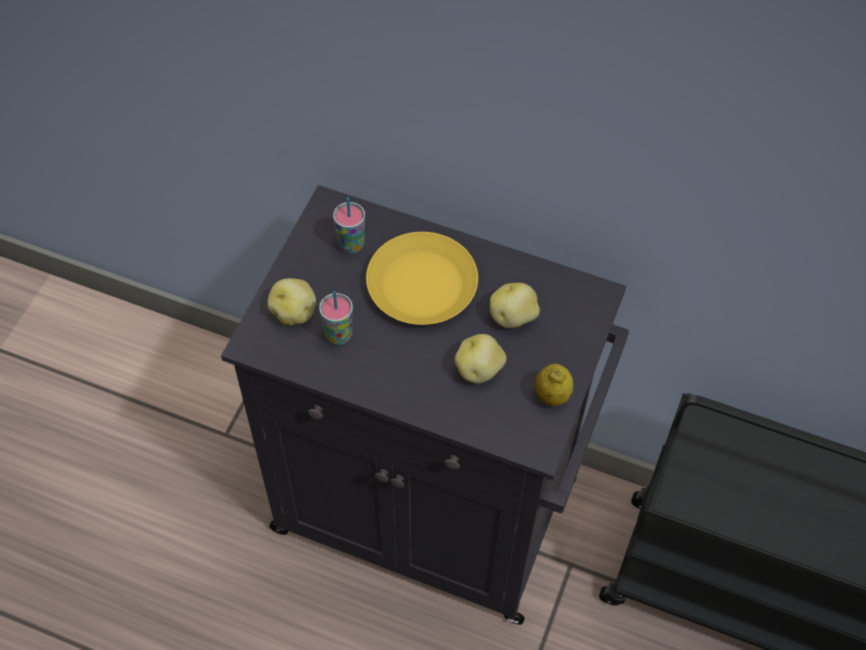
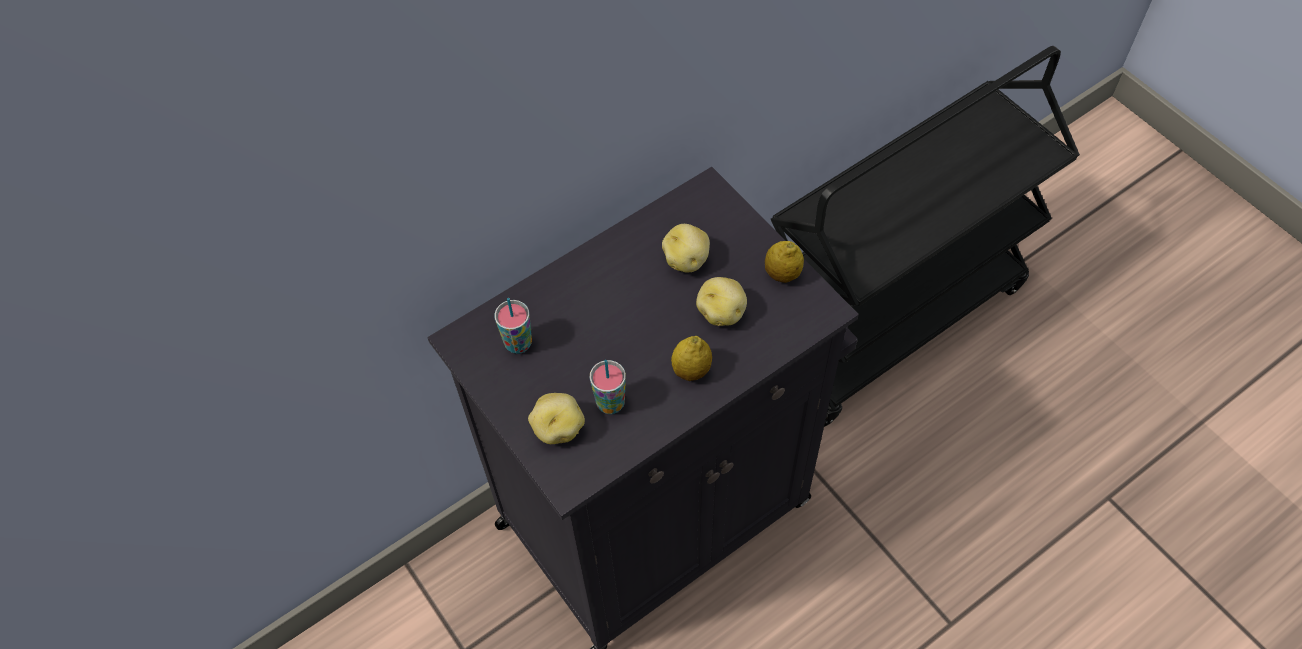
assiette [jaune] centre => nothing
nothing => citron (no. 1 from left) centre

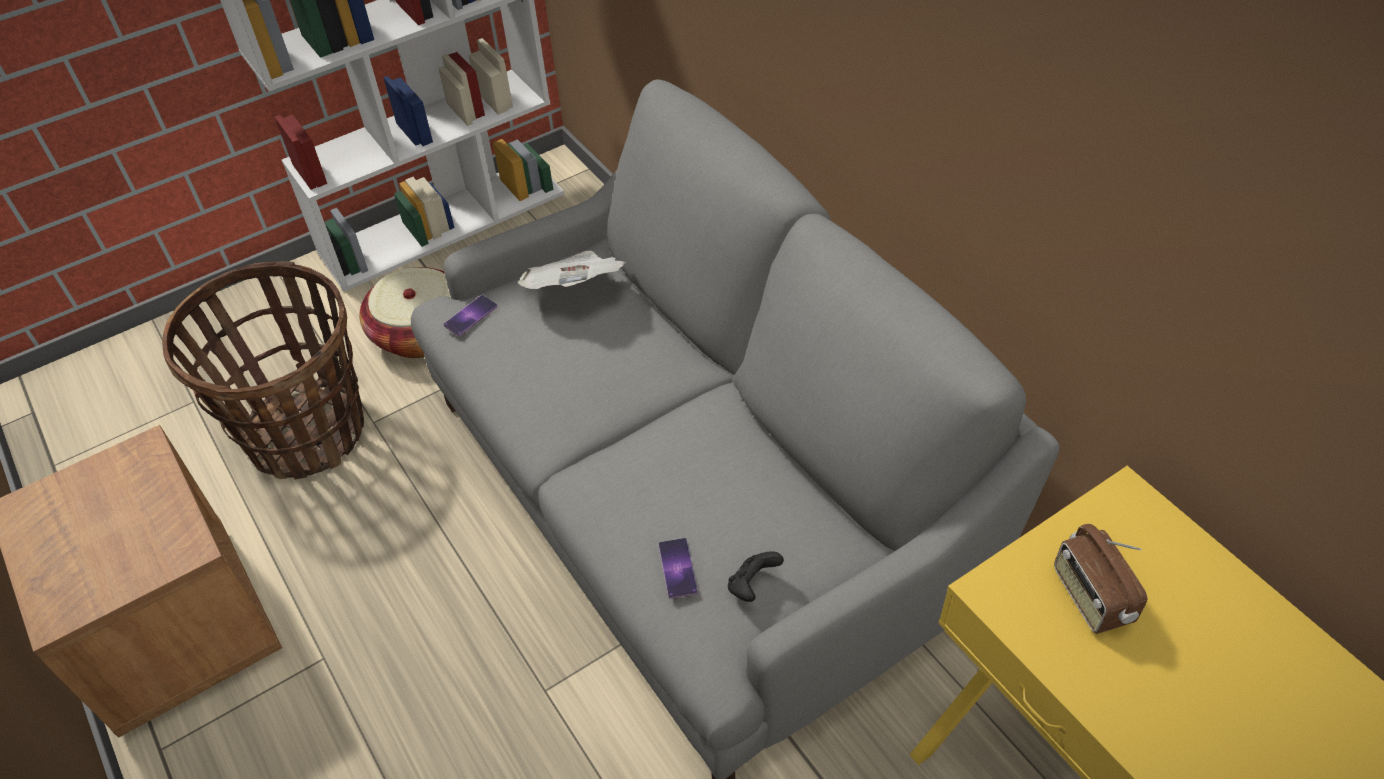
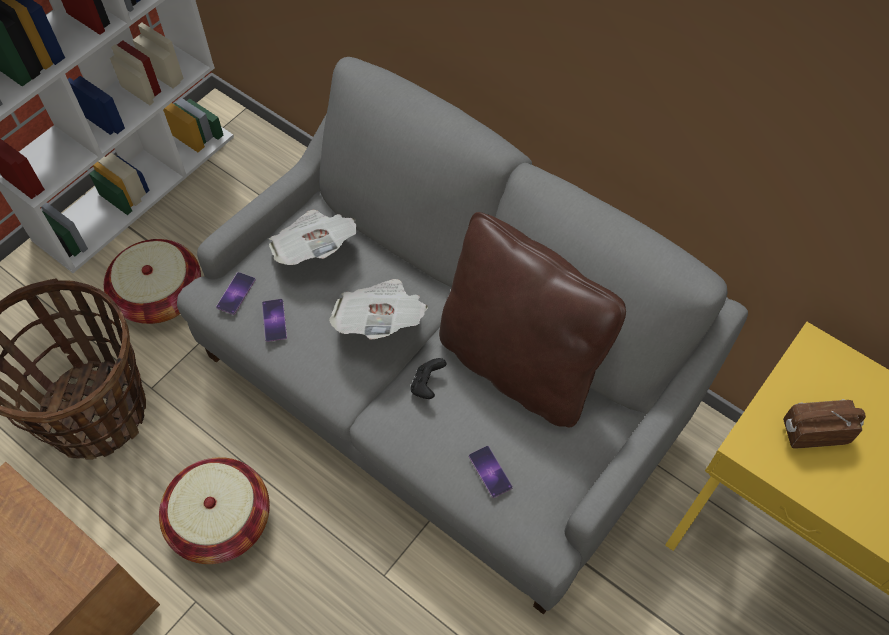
radio bottom right, 120 degrees clockwise
manette [noir] bottom centre => manette [noir] centre, relocated
nothing => coussin [marron] centre
nothing => journal (no. 2 from left) centre
nothing => téléphone (no. 2 from left) middle left
nothing => panier (no. 3 from left) bottom left

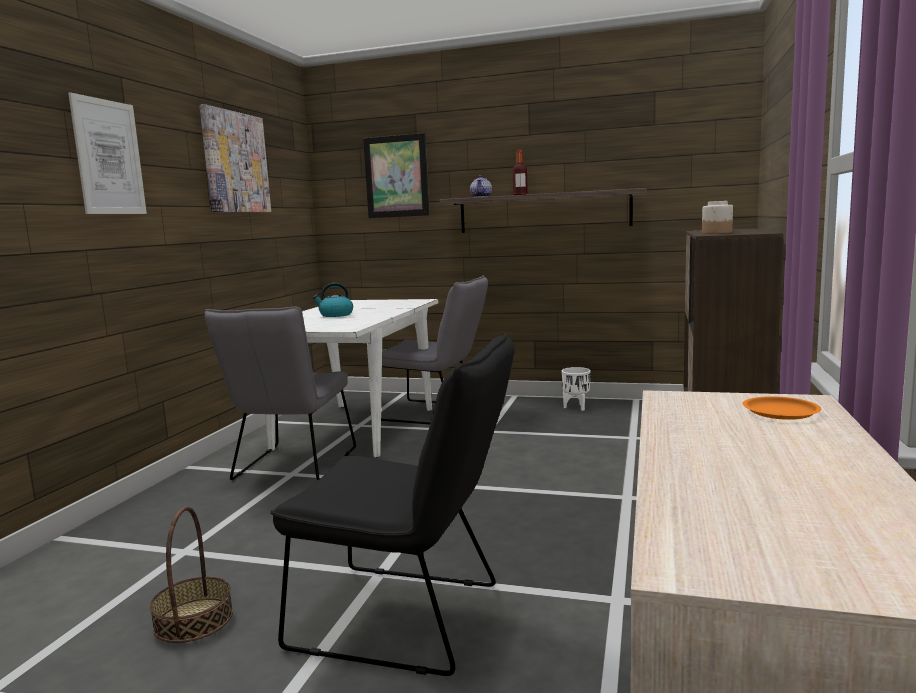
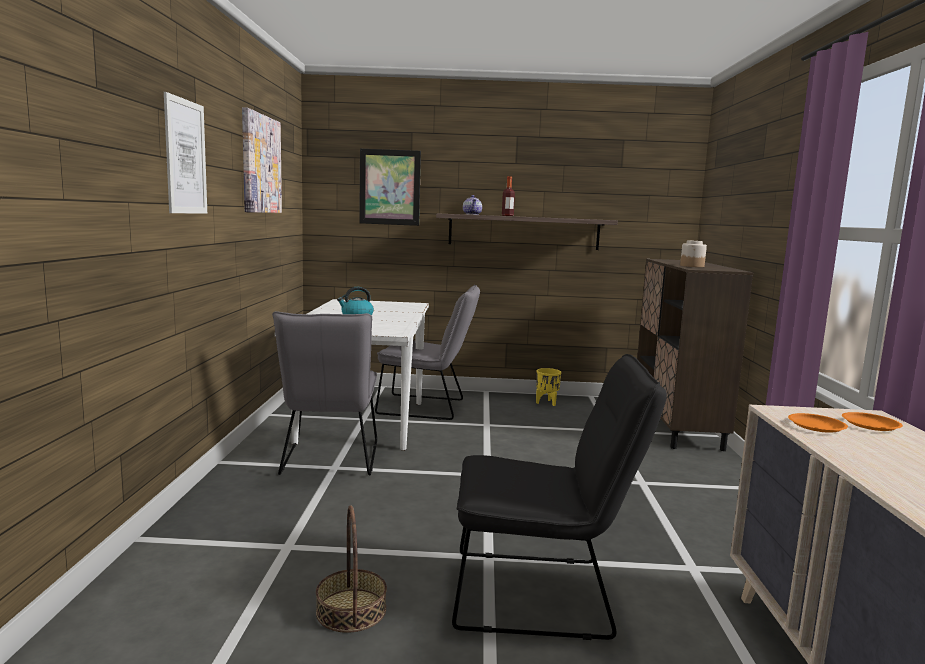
cache-pot [blanc] centre => cache-pot [jaune] centre
nothing => assiette [orange] (no. 1 from left) middle right

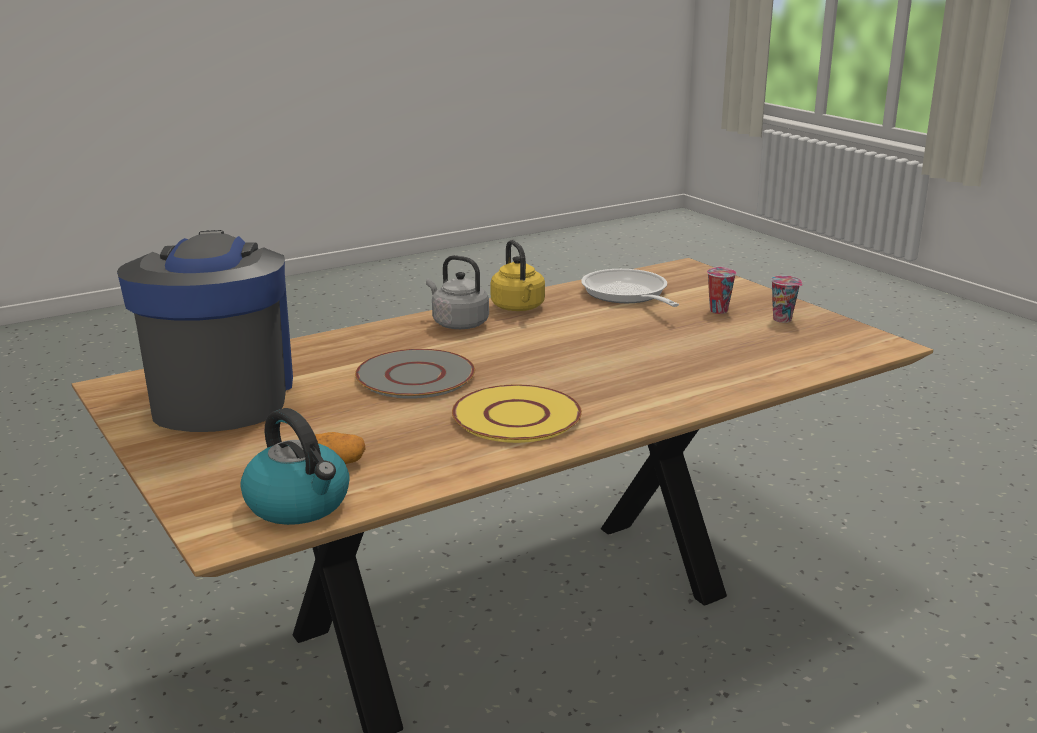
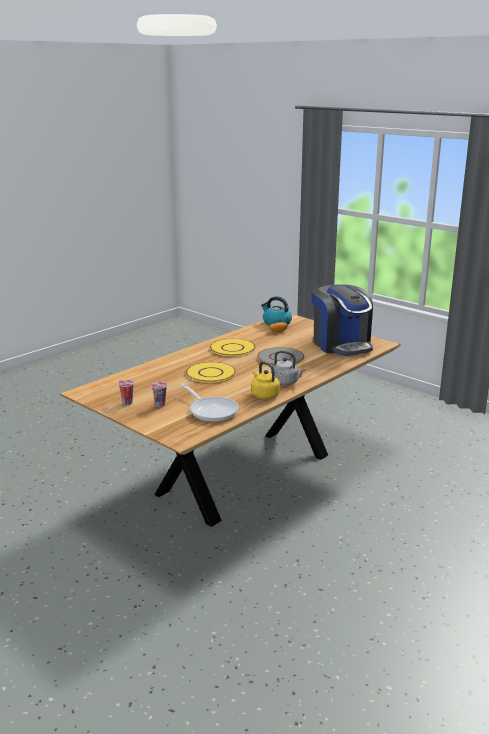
nothing => assiette [jaune] (no. 1 from left) centre

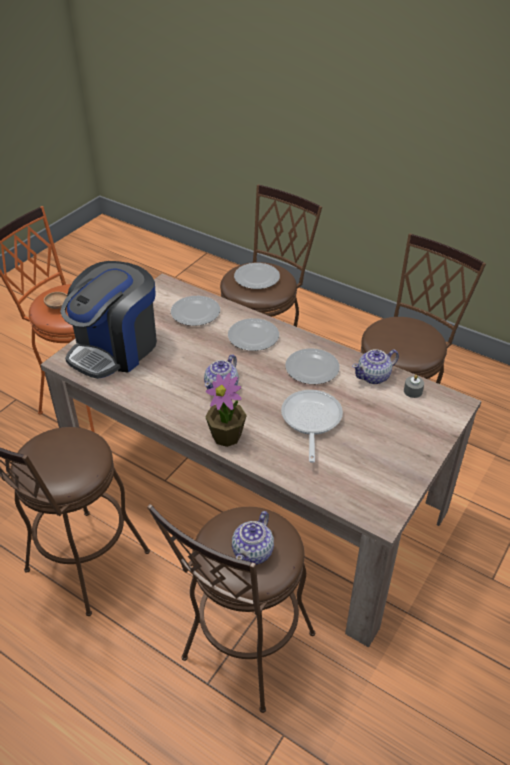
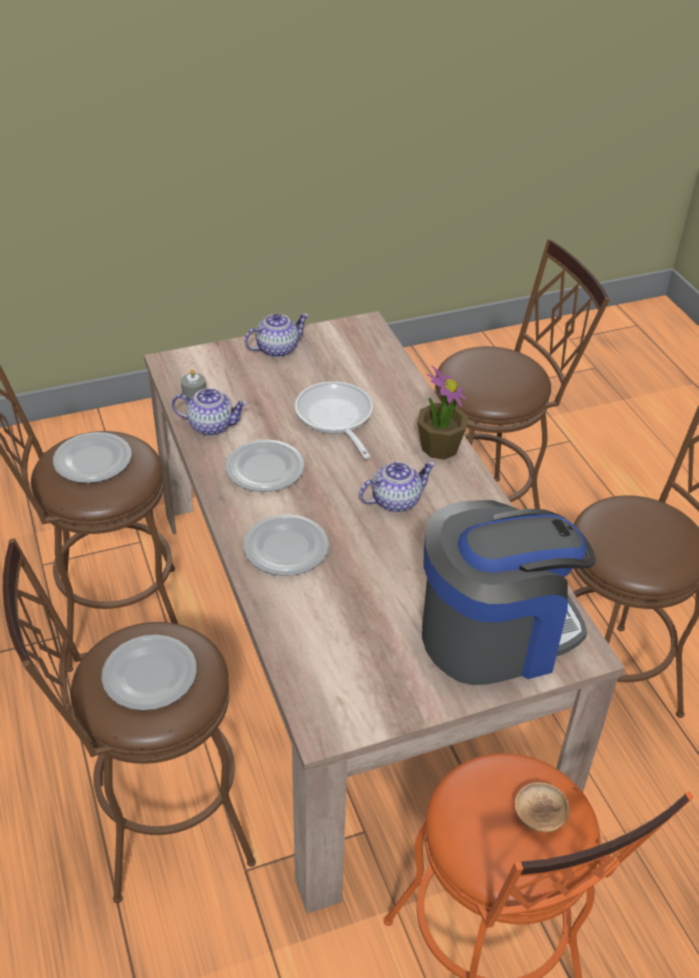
assiette (no. 1 from left) centre => assiette (no. 1 from left) middle left, relocated
poêle centre, 120 degrees clockwise
théière (no. 2 from left) bottom centre => théière (no. 2 from left) centre, relocated

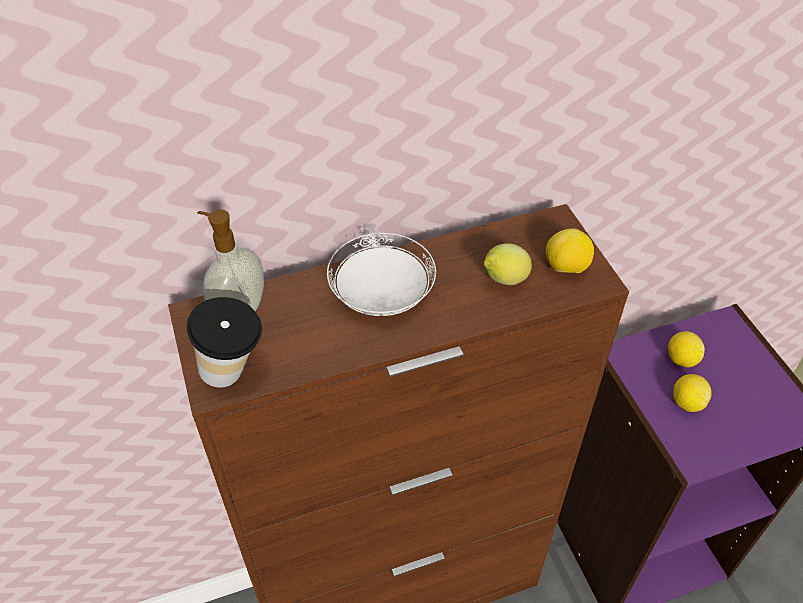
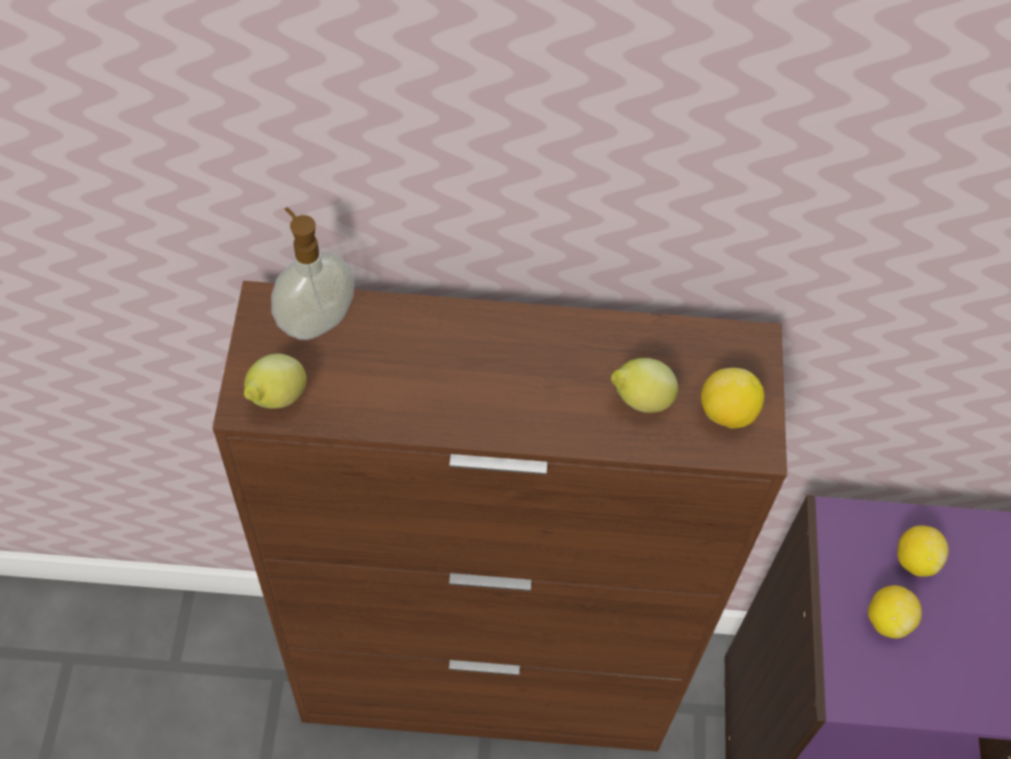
assiette [blanc] centre => nothing
tasse middle left => citron (no. 1 from left) middle left

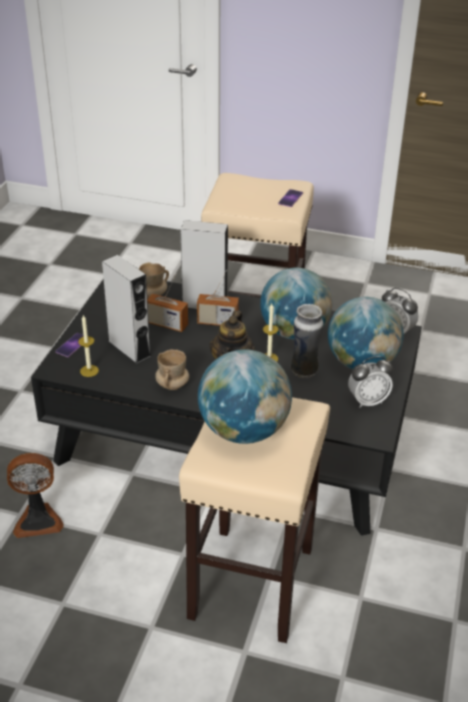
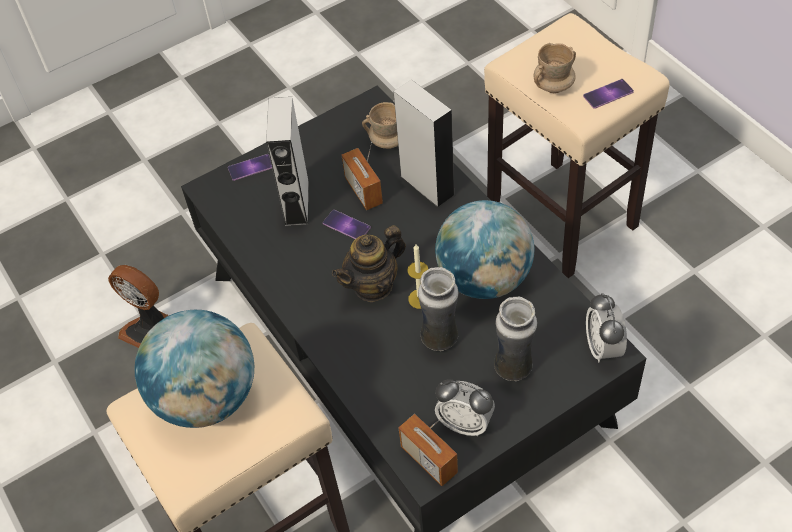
radio (no. 2 from left) centre => radio (no. 2 from left) bottom centre, relocated
globe (no. 3 from left) middle right => vase (no. 2 from left) centre
bougie (no. 1 from left) middle left => nothing
mug [beige] (no. 2 from left) centre => mug [beige] (no. 2 from left) top right, relocated
nothing => téléphone (no. 2 from left) centre

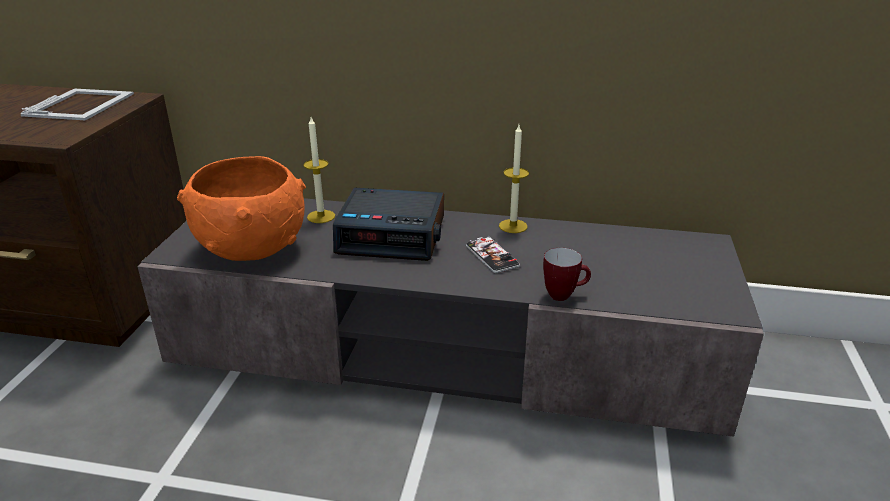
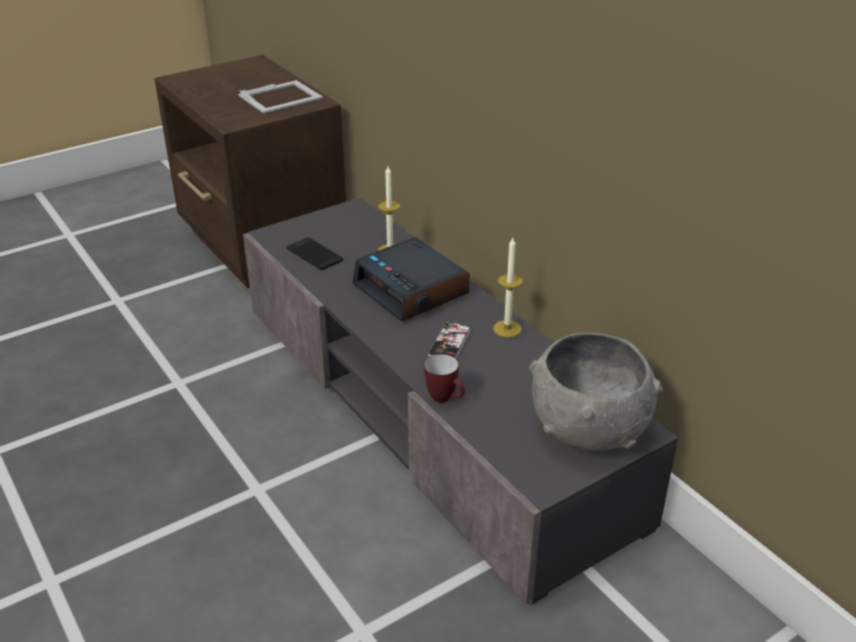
bol [orange] middle left => téléphone (no. 1 from left) centre
nothing => bol [gris] middle right

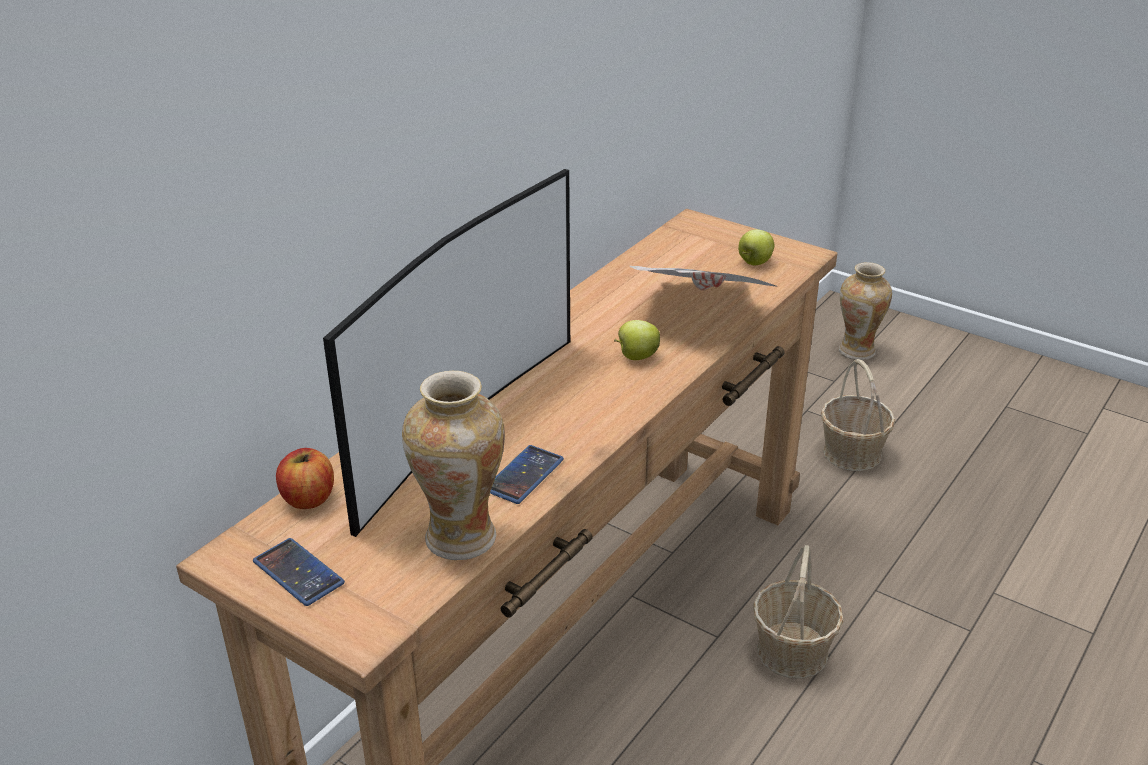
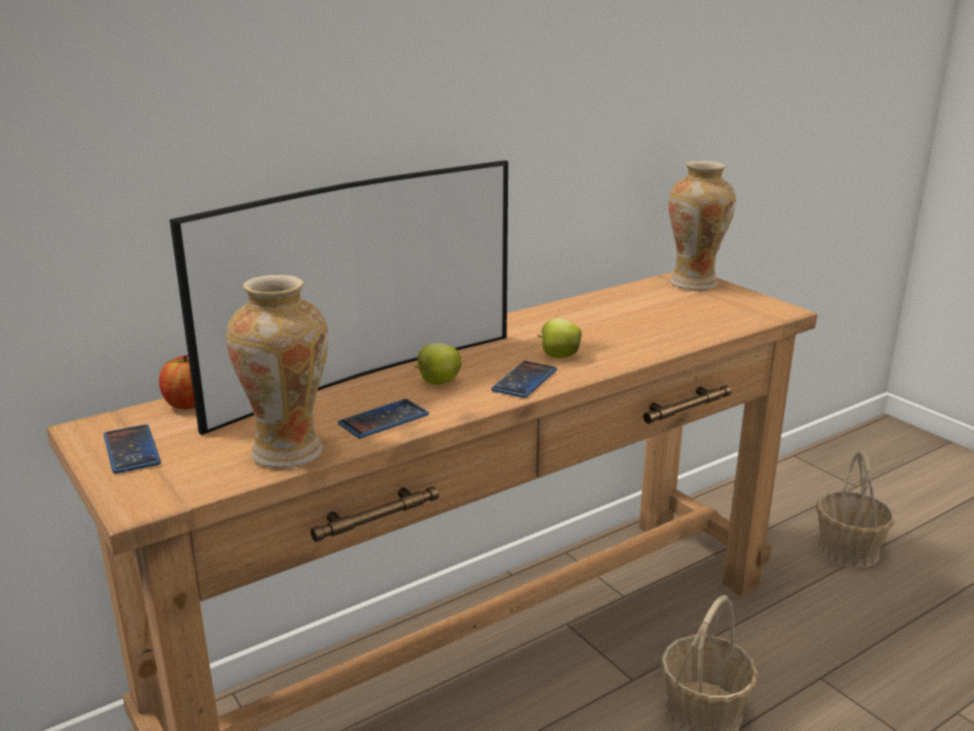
pomme (no. 3 from left in the first image) top centre => pomme (no. 2 from left) centre, relocated
vase (no. 2 from left) middle right => vase (no. 2 from left) top right, relocated
journal centre => nothing
nothing => téléphone (no. 3 from left) centre

